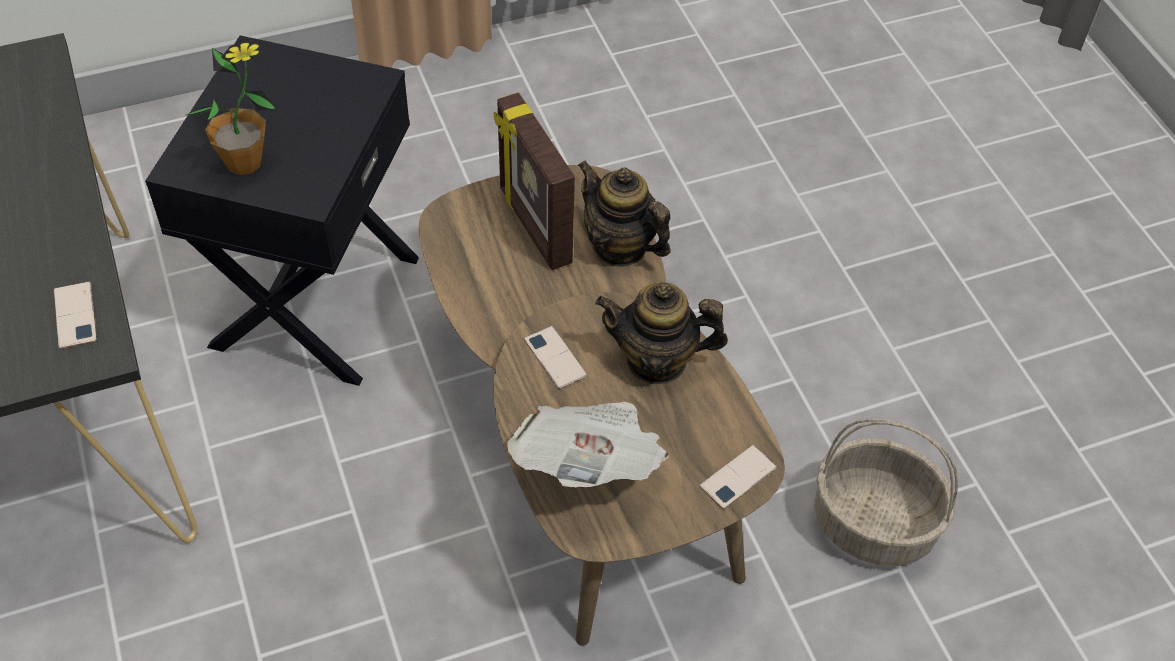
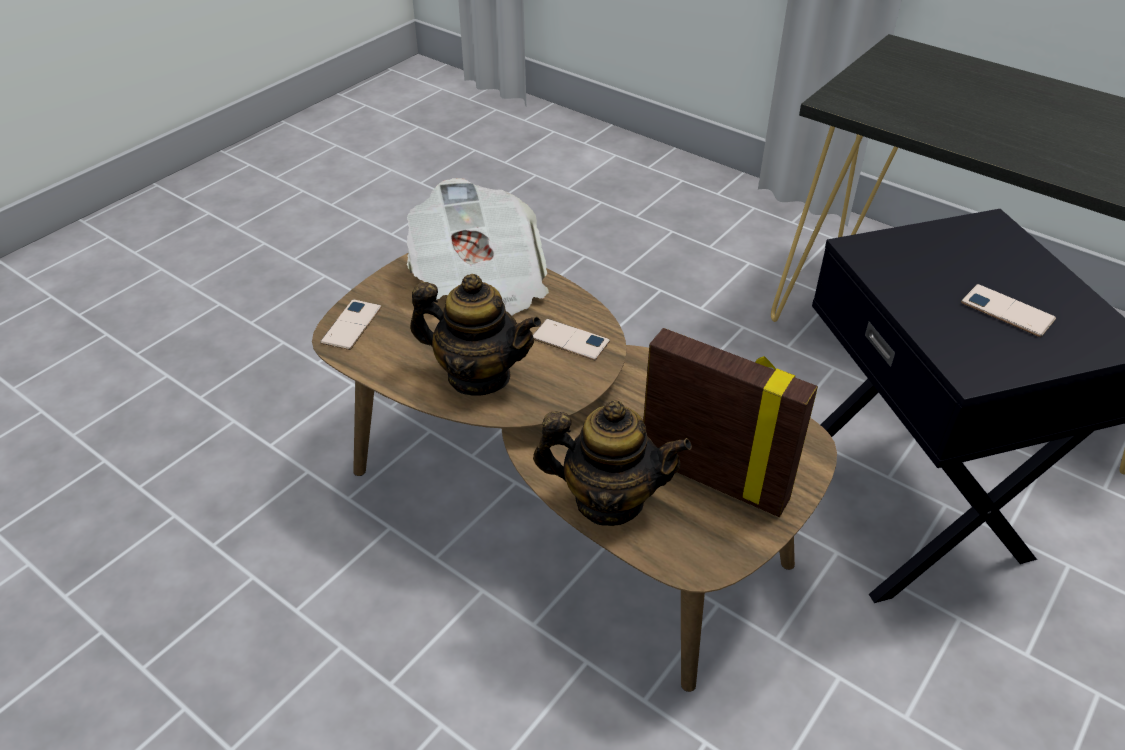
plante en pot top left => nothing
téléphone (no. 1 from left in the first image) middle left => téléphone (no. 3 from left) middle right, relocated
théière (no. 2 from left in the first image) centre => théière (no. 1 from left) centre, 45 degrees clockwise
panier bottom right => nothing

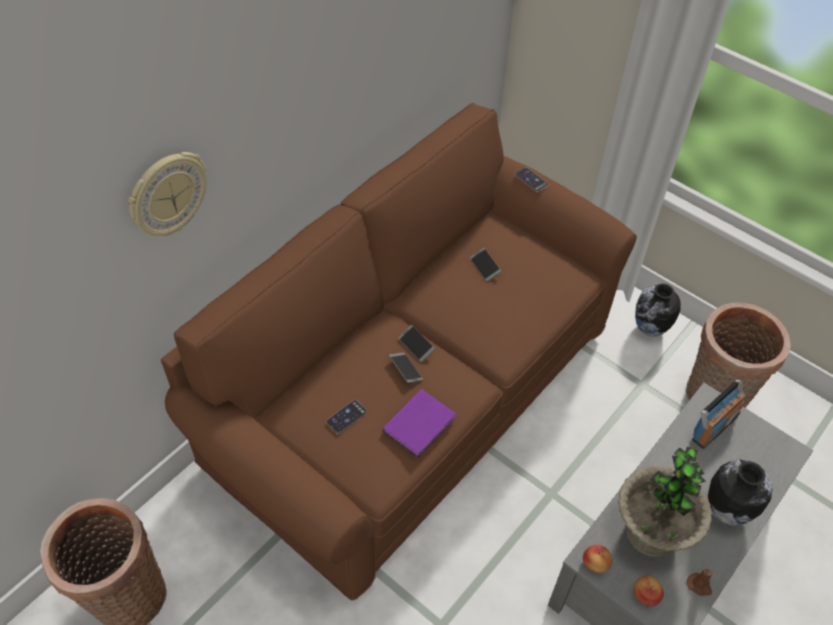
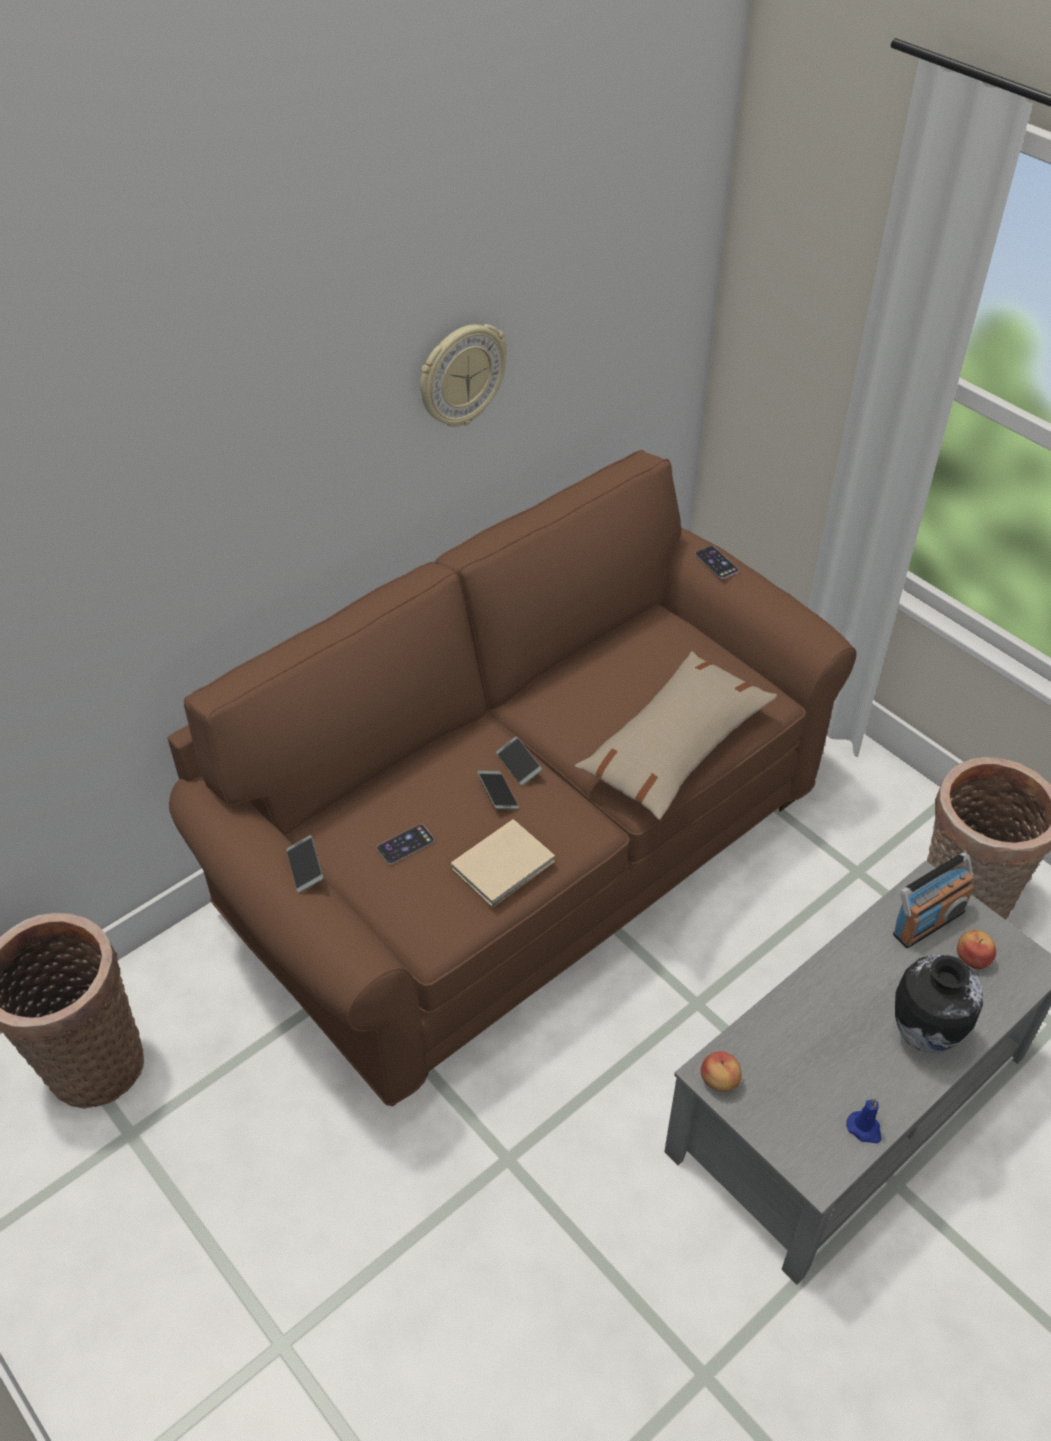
horloge murale top left => horloge murale top centre, relocated
téléphone (no. 4 from left in the first image) centre => téléphone (no. 1 from left) middle left, relocated
vase (no. 1 from left) middle right => nothing
livre [violet] bottom centre => livre [beige] centre
plante en pot bottom right => nothing
bougie [marron] bottom right => bougie [bleu] bottom right
pomme (no. 2 from left) bottom right => pomme (no. 2 from left) middle right, relocated
nothing => coussin [beige] centre

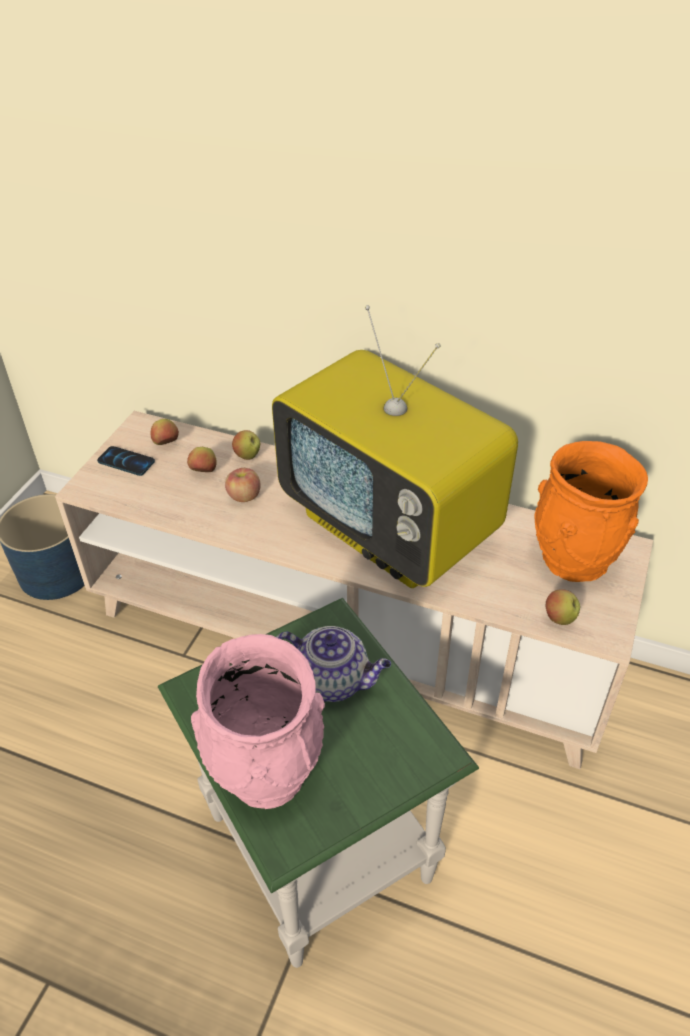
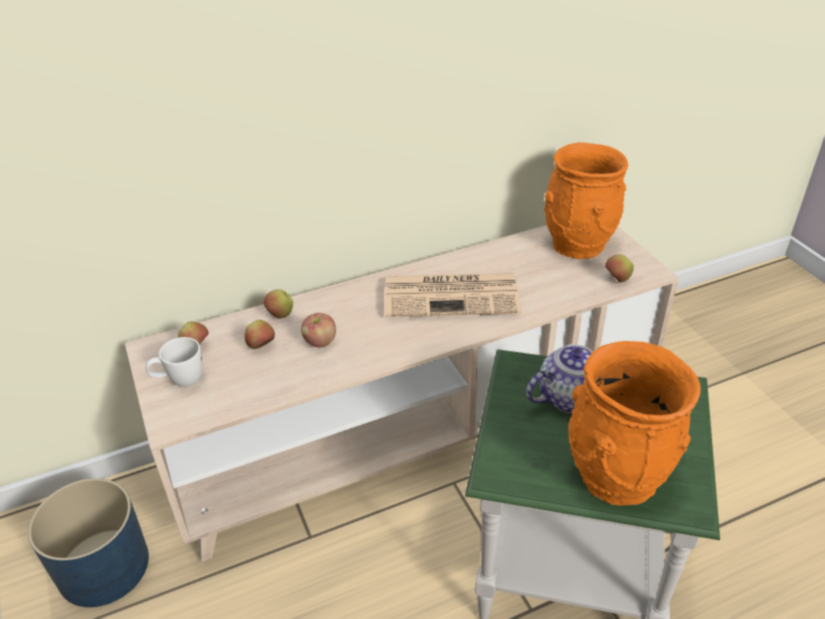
téléviseur centre => journal centre
téléphone middle left => mug [blanc] middle left
vase [rose] bottom centre => vase [orange] (no. 2 from left) bottom right

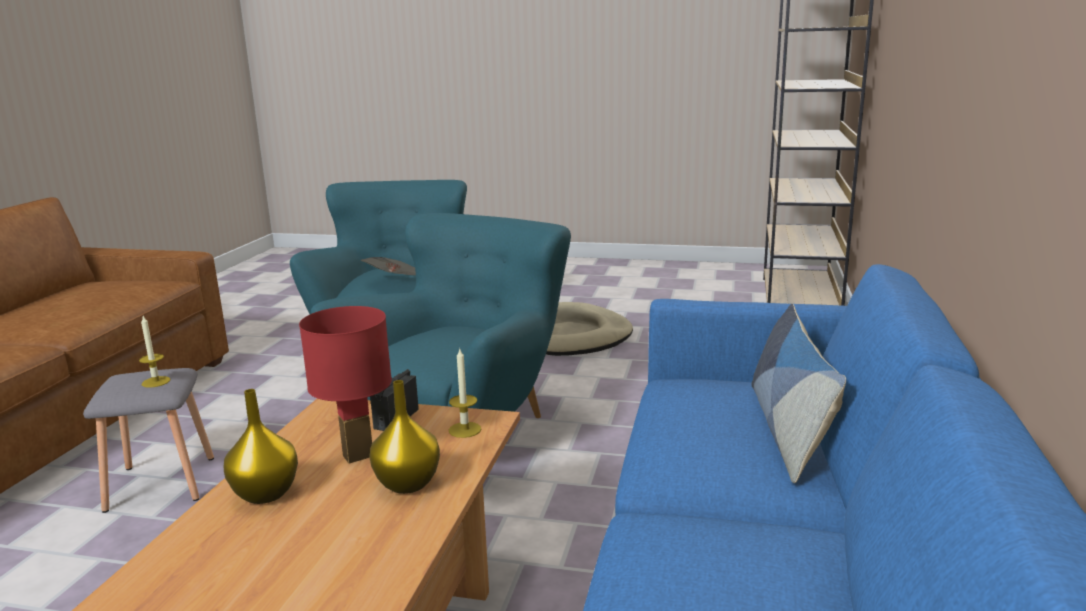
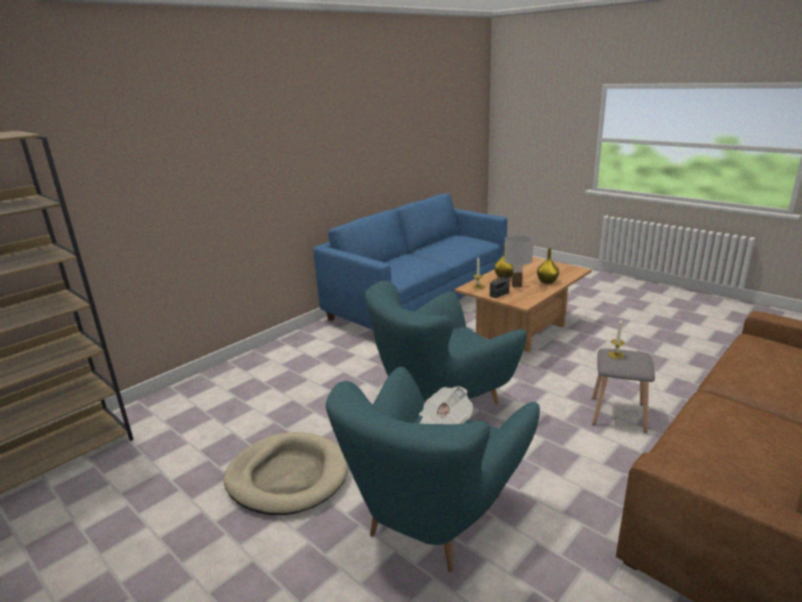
coussin middle right => nothing
lampe de table [rouge] middle left => lampe de table [blanc] centre

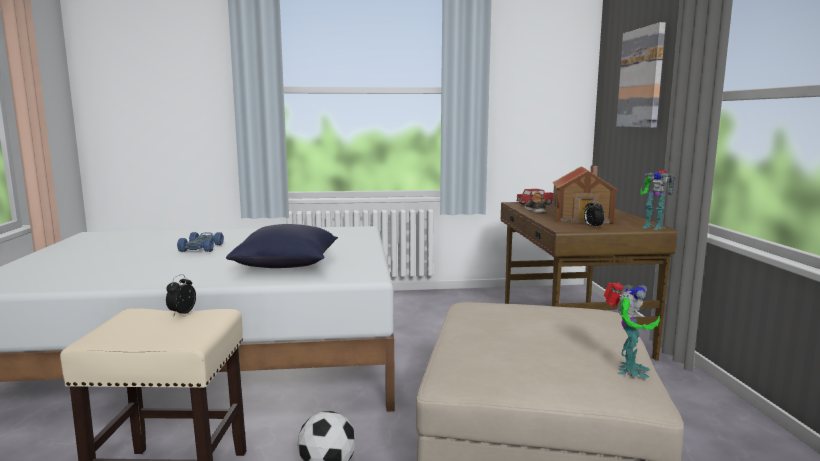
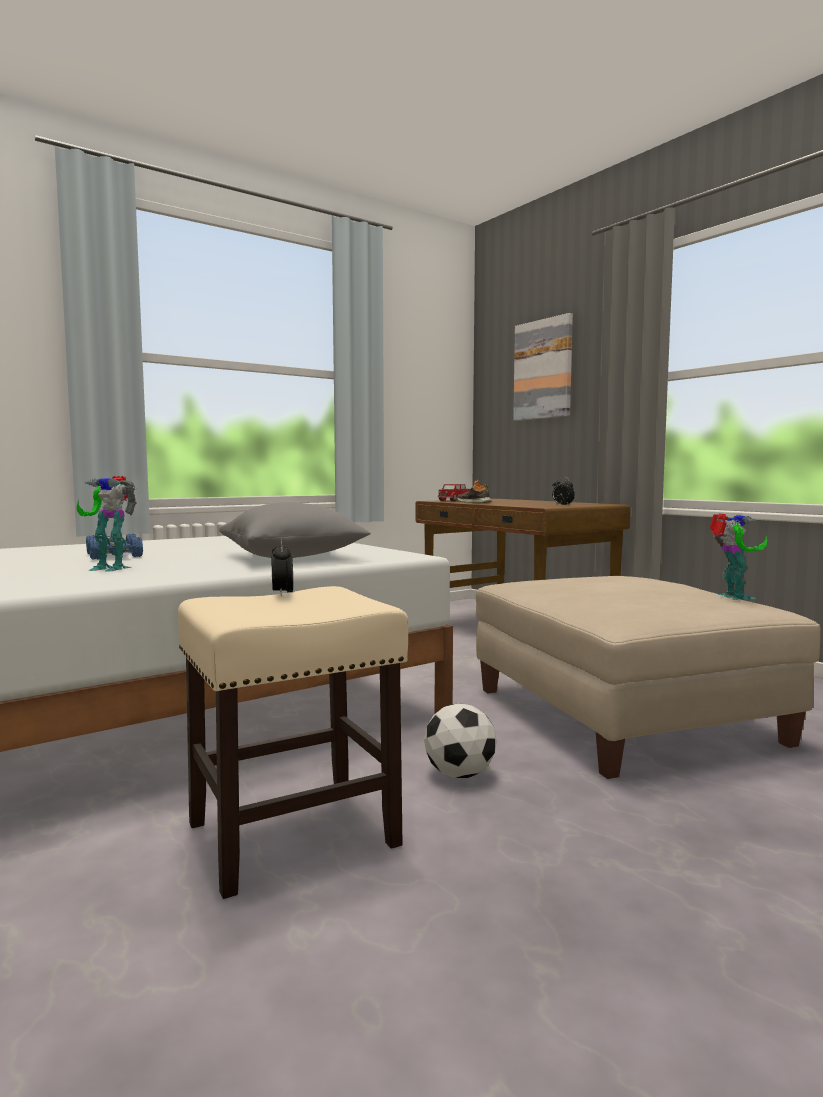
maison miniature middle right => nothing
robot jouet (no. 2 from left in the first image) middle right => robot jouet (no. 1 from left) middle left, relocated
coussin [bleu] centre => coussin [gris] centre

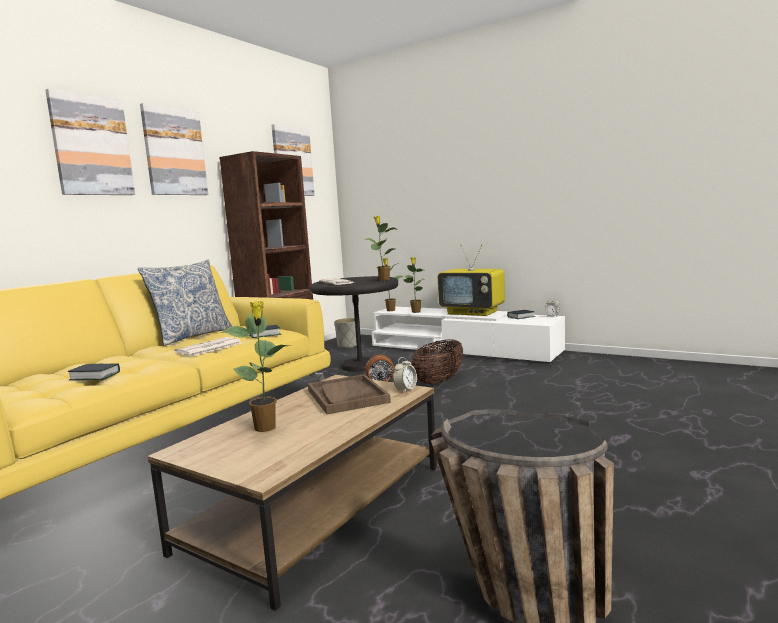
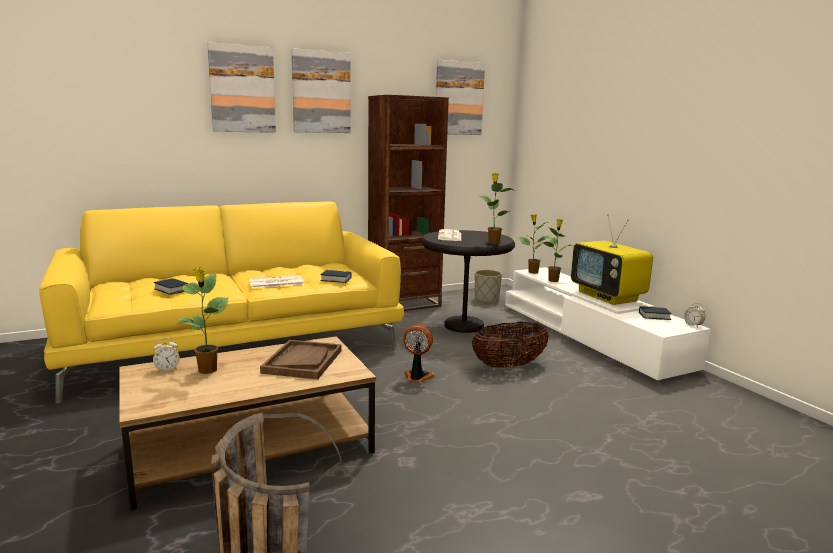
coussin middle left => nothing
réveil (no. 1 from left) centre => réveil (no. 1 from left) middle left, relocated

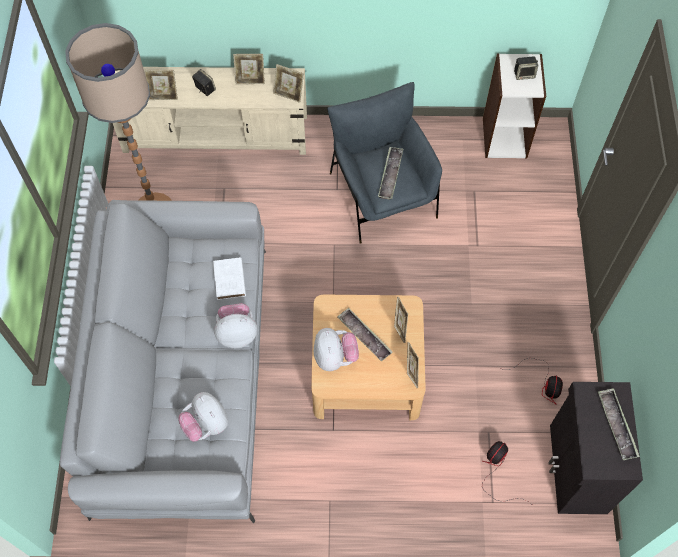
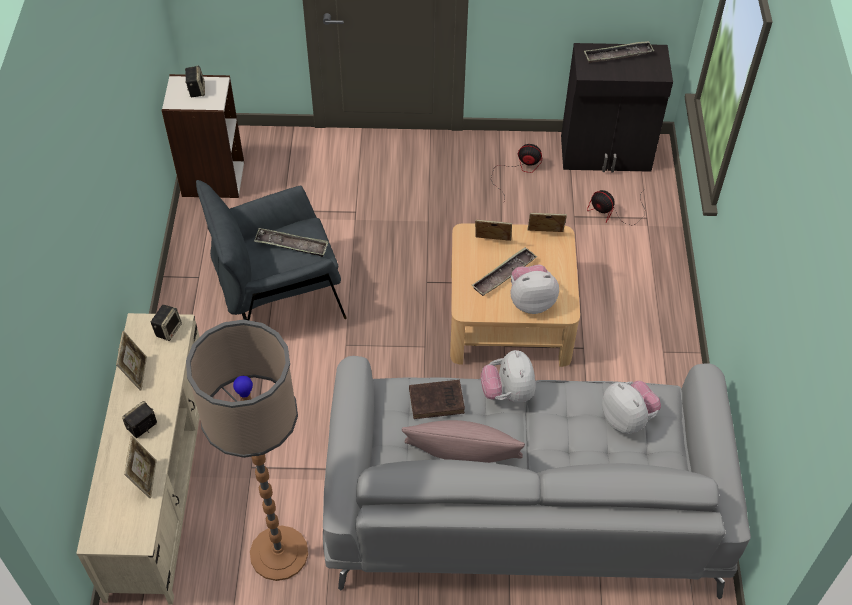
cadre photo (no. 3 from left) top centre => enceinte (no. 2 from left) middle left
livre [blanc] centre => livre [marron] centre
peluche (no. 1 from left in the first image) bottom left => peluche (no. 3 from left) bottom right, 90 degrees counterclockwise
nothing => coussin [rose] bottom centre

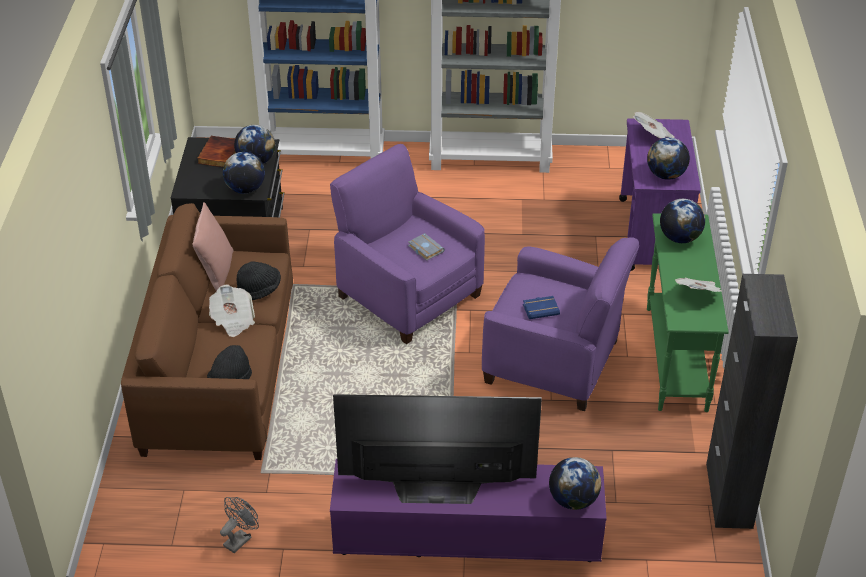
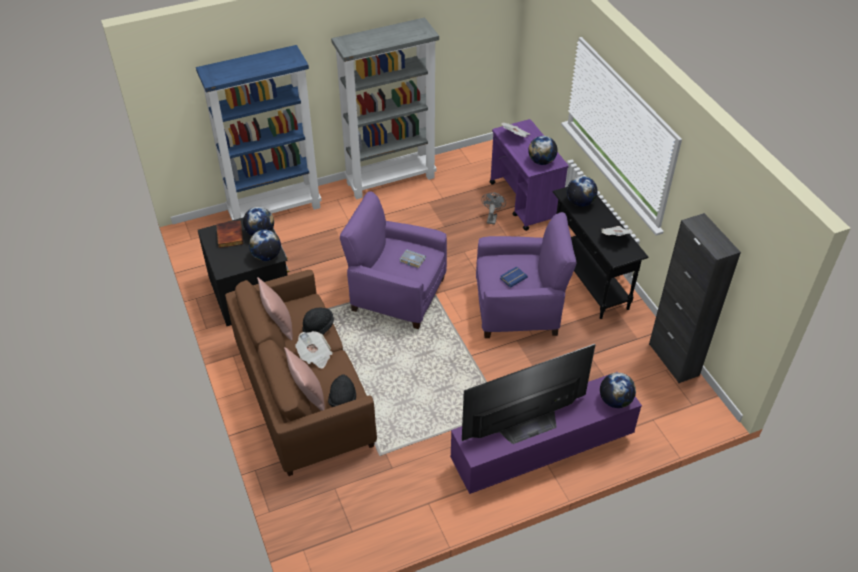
table console [vert] middle right => table console [noir] middle right
ventilateur [gris] bottom left => ventilateur [gris] centre, relocated
nothing => coussin [rose] (no. 2 from left) centre

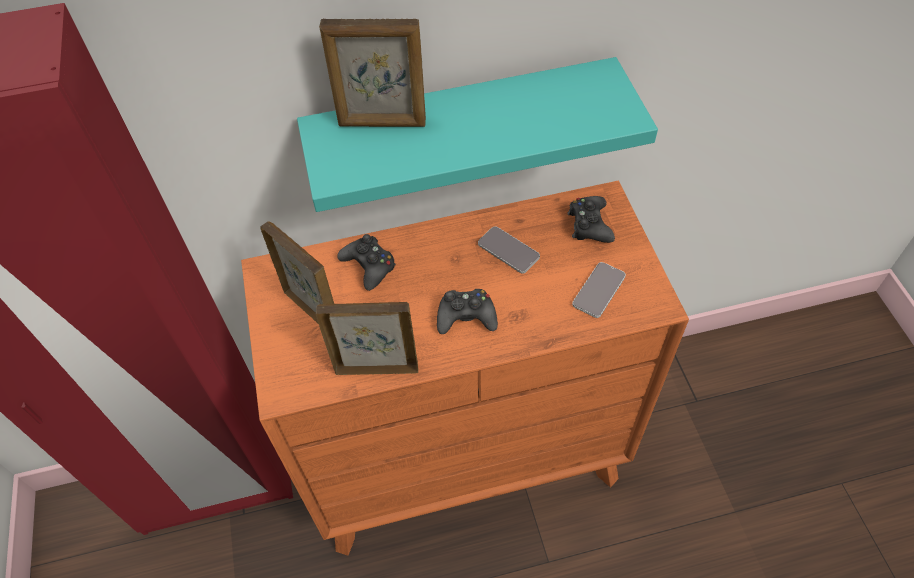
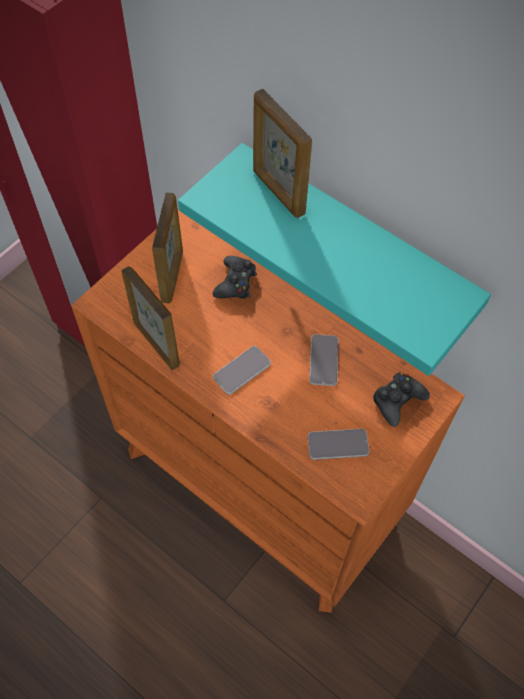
manette [noir] (no. 2 from left) centre => téléphone (no. 1 from left) centre

